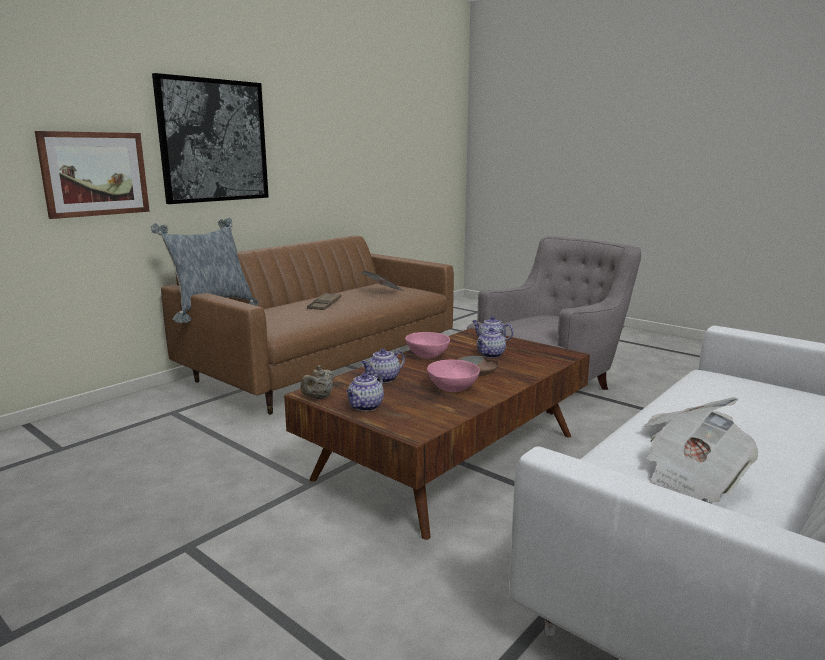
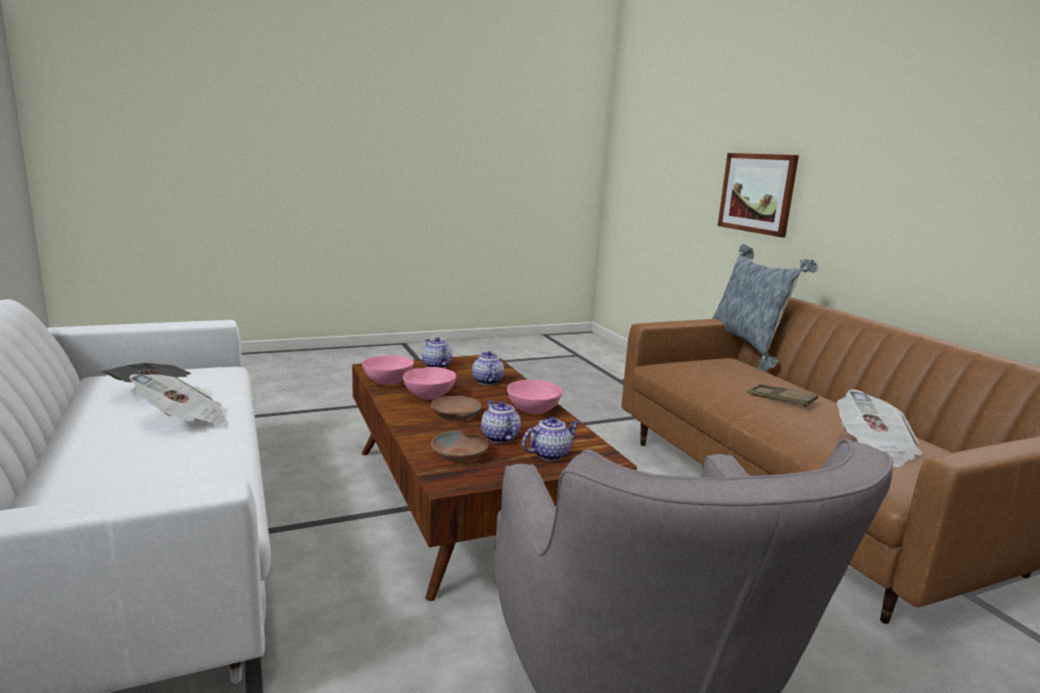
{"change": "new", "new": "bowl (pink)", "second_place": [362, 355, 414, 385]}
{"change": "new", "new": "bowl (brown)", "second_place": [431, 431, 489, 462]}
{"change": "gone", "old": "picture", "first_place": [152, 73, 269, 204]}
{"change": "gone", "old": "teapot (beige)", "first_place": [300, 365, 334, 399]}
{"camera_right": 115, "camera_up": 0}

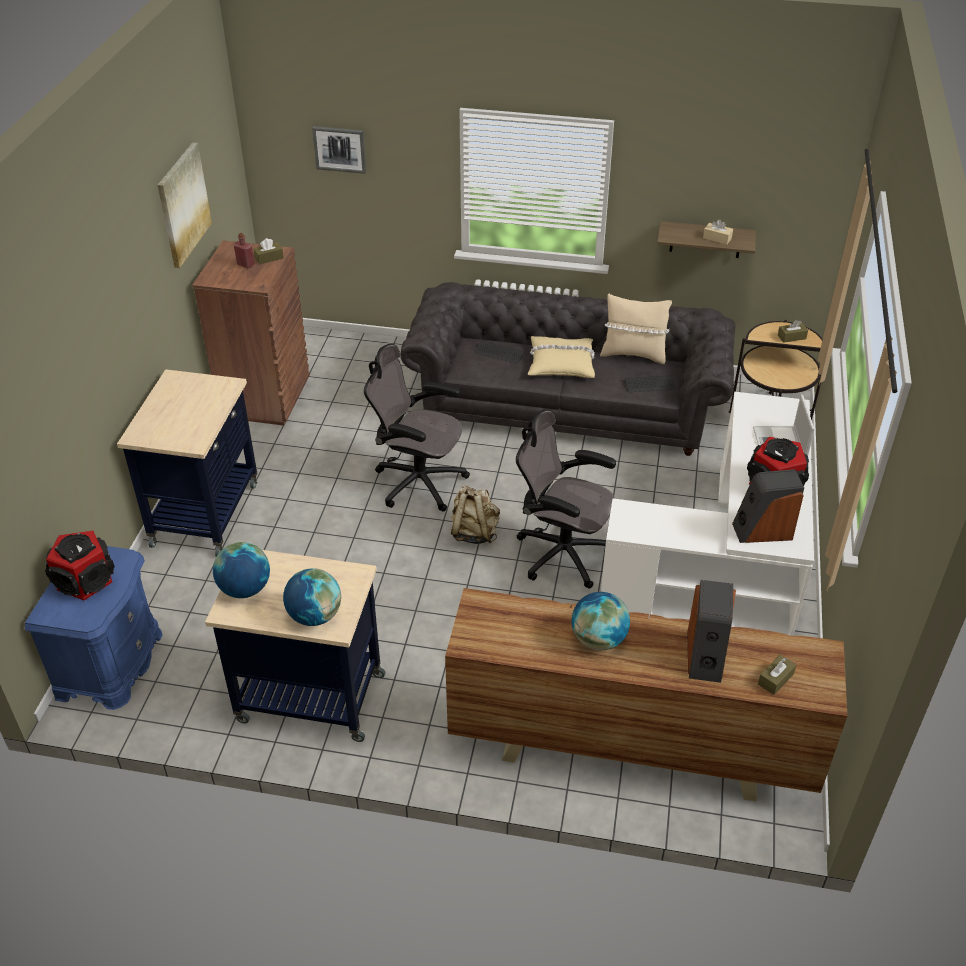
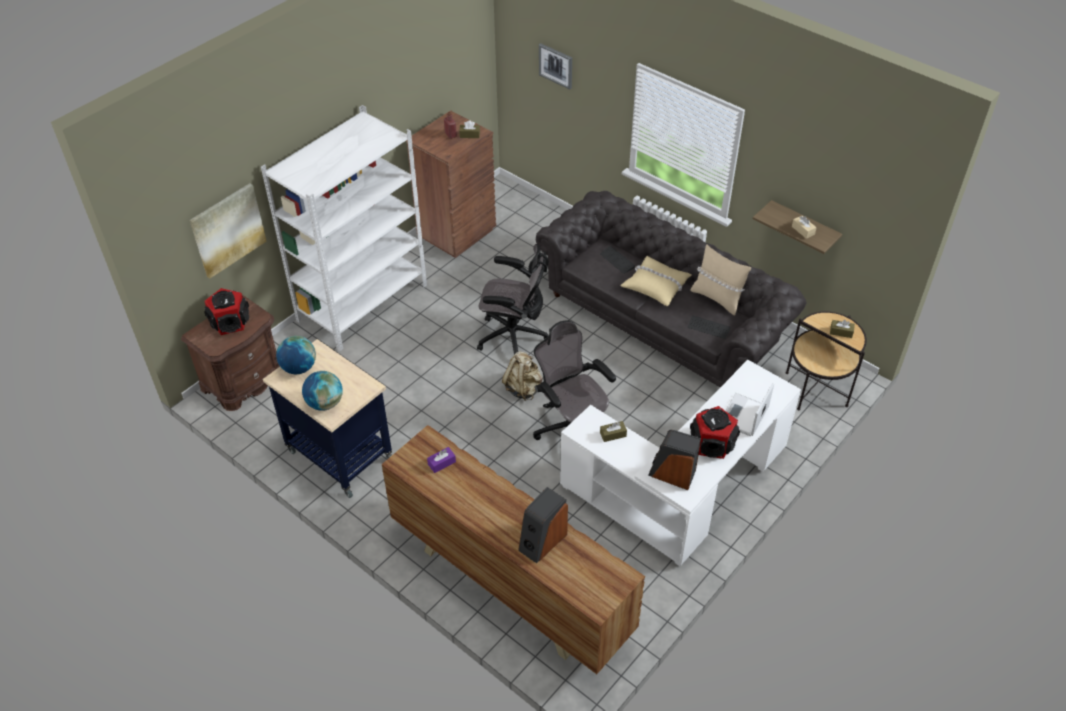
{"change": "repainted", "old": "nightstand (blue)", "new": "nightstand (brown)", "first_place": [25, 546, 163, 710], "second_place": [181, 295, 280, 411]}
{"change": "shifted", "old": "picture", "first_place": [158, 142, 212, 268], "second_place": [190, 183, 267, 279]}
{"change": "swapped", "old": "cart (blue)", "new": "bookcase (white)", "first_place": [117, 369, 258, 556], "second_place": [261, 105, 427, 351]}
{"change": "new", "new": "tissue box (purple)", "second_place": [427, 447, 456, 473]}
{"change": "rotated", "old": "office chair", "first_place": [364, 344, 470, 512], "second_place": [477, 244, 549, 354], "degrees": 135}
{"change": "shifted", "old": "tissue box (brown)", "first_place": [758, 654, 796, 695], "second_place": [600, 421, 627, 442]}
{"change": "gone", "old": "globe", "first_place": [572, 592, 630, 650]}
{"camera_right": 30, "camera_up": 5}

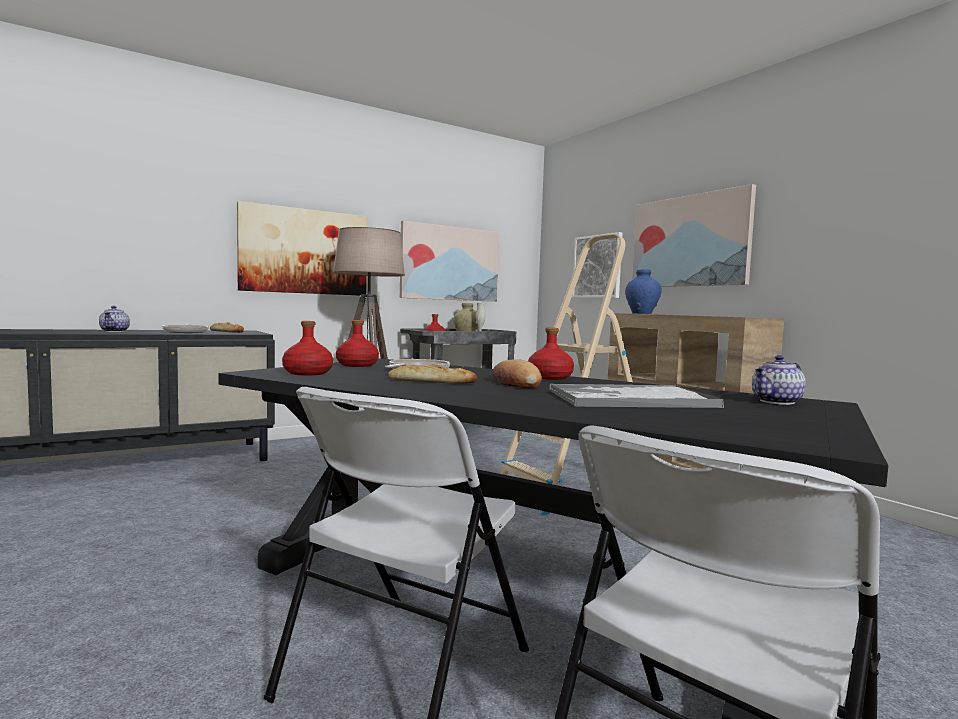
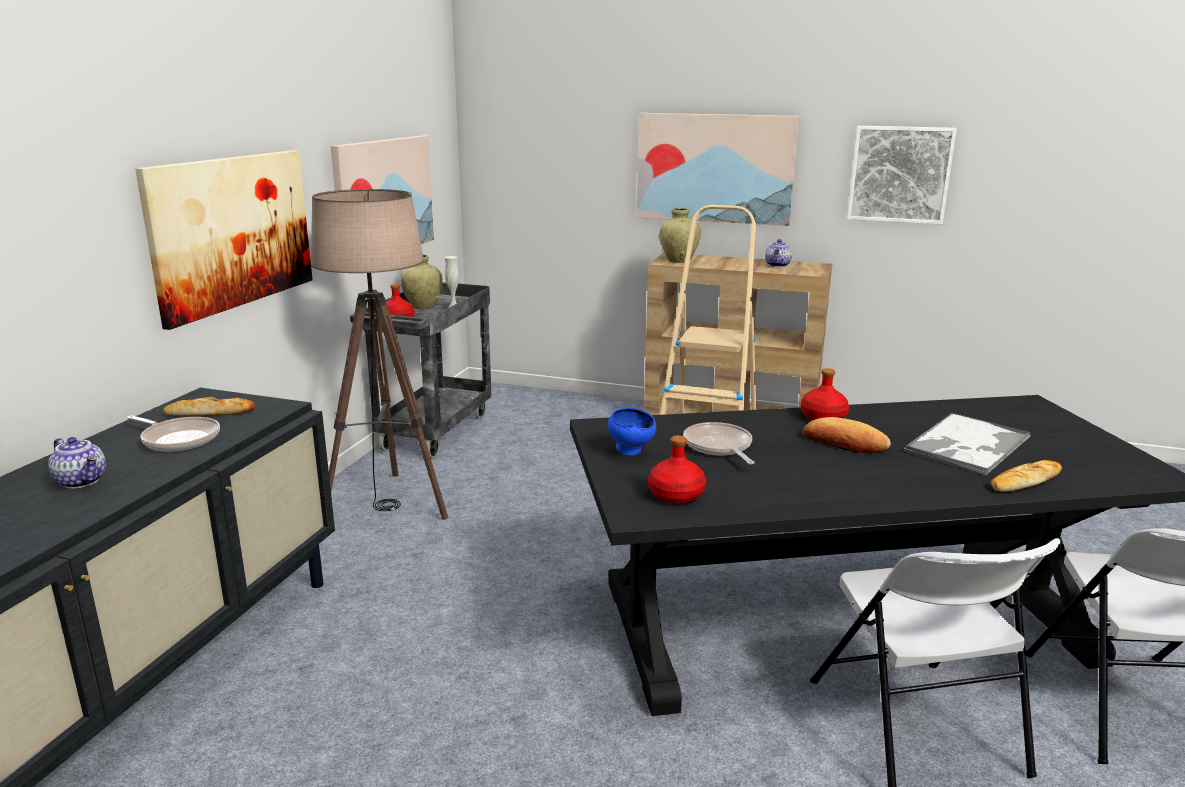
{"change": "swapped", "old": "bottle (red)", "new": "bowl (blue)", "first_place": [336, 320, 379, 367], "second_place": [608, 407, 656, 456]}
{"change": "repainted", "old": "vase (blue)", "new": "vase (beige)", "first_place": [625, 269, 662, 314], "second_place": [659, 208, 701, 263]}
{"change": "shifted", "old": "teapot", "first_place": [752, 355, 806, 405], "second_place": [765, 239, 792, 267]}
{"change": "shifted", "old": "picture", "first_place": [572, 232, 622, 298], "second_place": [847, 126, 957, 224]}
{"change": "shifted", "old": "bread", "first_place": [388, 364, 477, 384], "second_place": [991, 460, 1062, 492]}
{"camera_right": -40, "camera_up": 15}

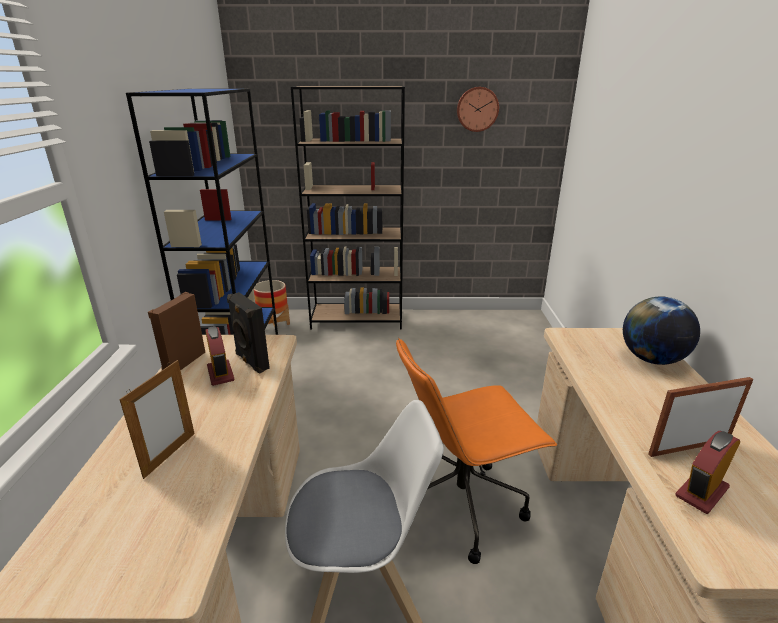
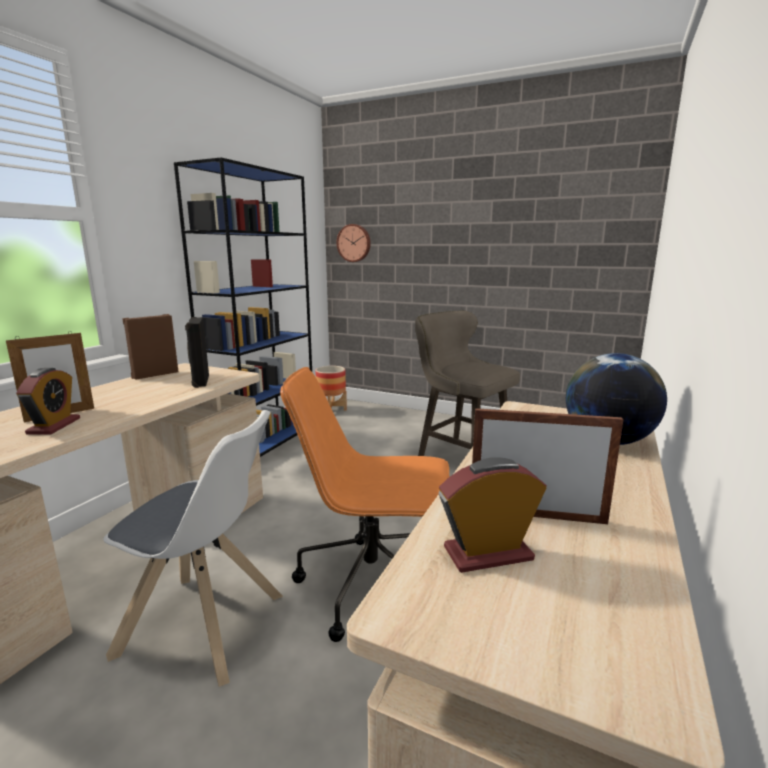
{"change": "shifted", "old": "alarm clock", "first_place": [205, 326, 235, 386], "second_place": [16, 368, 80, 434]}
{"change": "shifted", "old": "wall clock", "first_place": [457, 87, 499, 132], "second_place": [336, 224, 371, 262]}
{"change": "new", "new": "stool (beige)", "second_place": [415, 311, 520, 456]}
{"change": "gone", "old": "bookcase (beige)", "first_place": [291, 86, 405, 330]}
{"camera_right": 25, "camera_up": -10}

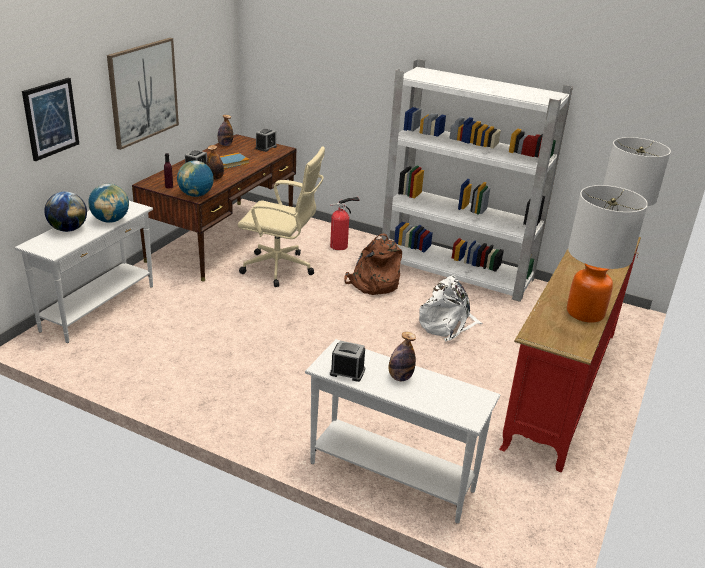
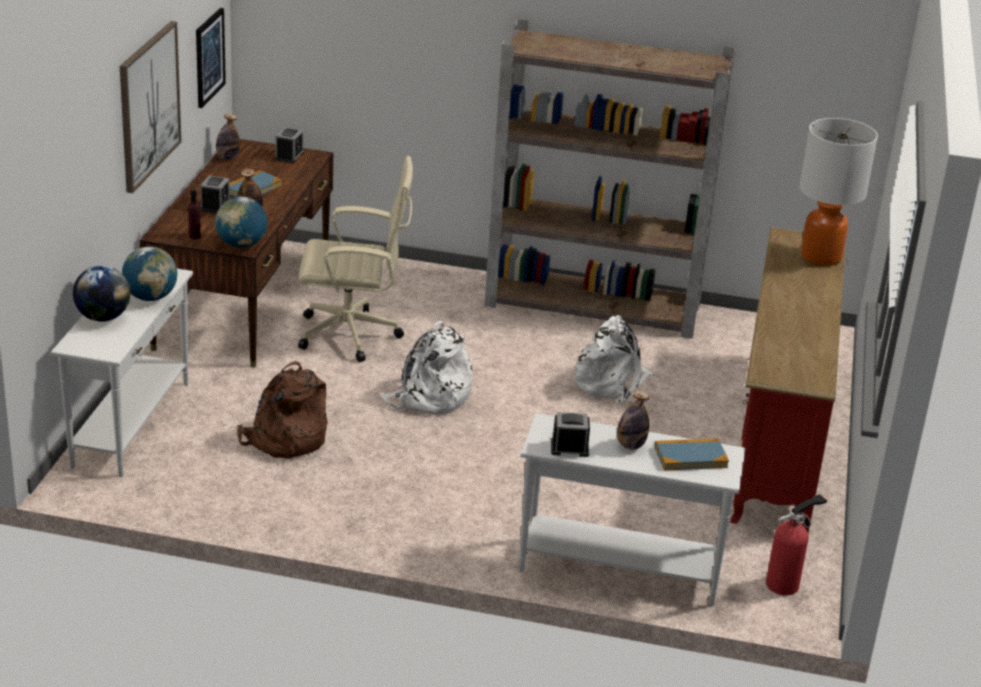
{"change": "shifted", "old": "picture", "first_place": [22, 78, 79, 161], "second_place": [196, 8, 226, 108]}
{"change": "shifted", "old": "backpack (brown)", "first_place": [344, 234, 402, 295], "second_place": [237, 361, 328, 459]}
{"change": "new", "new": "backpack (white)", "second_place": [379, 321, 472, 415]}
{"change": "repainted", "old": "bookcase (white)", "new": "bookcase (brown)", "first_place": [382, 59, 573, 302], "second_place": [485, 19, 736, 339]}
{"change": "new", "new": "book", "second_place": [655, 438, 729, 471]}
{"change": "shifted", "old": "fire extinguisher", "first_place": [330, 197, 360, 250], "second_place": [766, 494, 827, 595]}
{"change": "gone", "old": "table lamp", "first_place": [567, 185, 648, 323]}
{"camera_right": -15, "camera_up": 0}

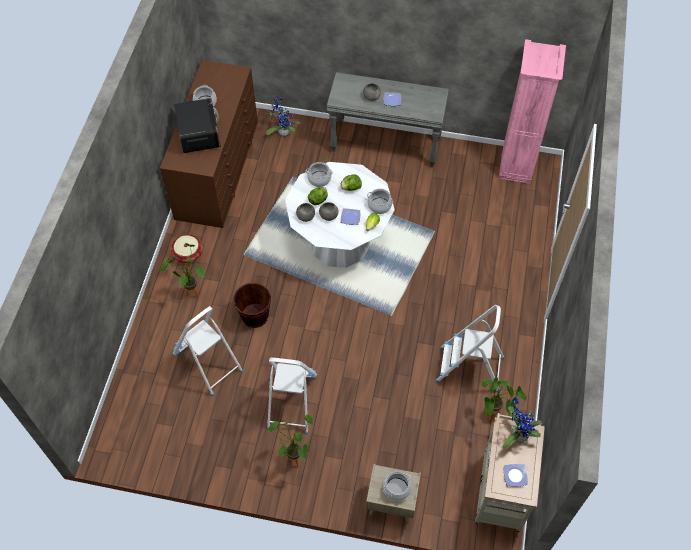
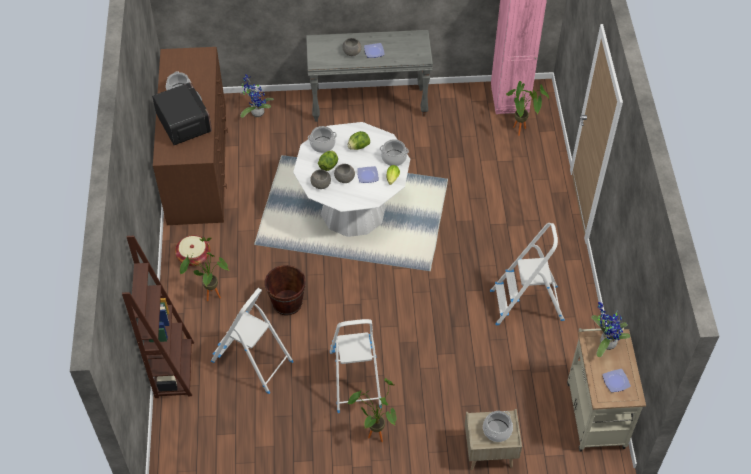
{"change": "new", "new": "bookcase (brown)", "second_place": [122, 236, 194, 398]}
{"change": "shifted", "old": "potted plant", "first_place": [481, 377, 526, 420], "second_place": [506, 81, 549, 136]}
{"camera_right": -15, "camera_up": -5}

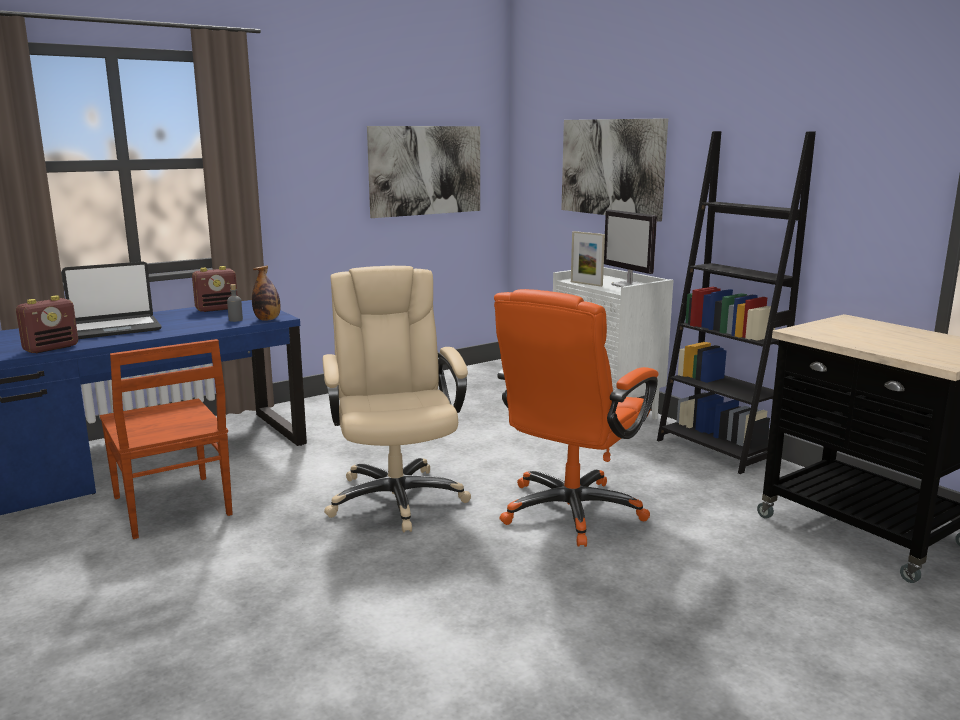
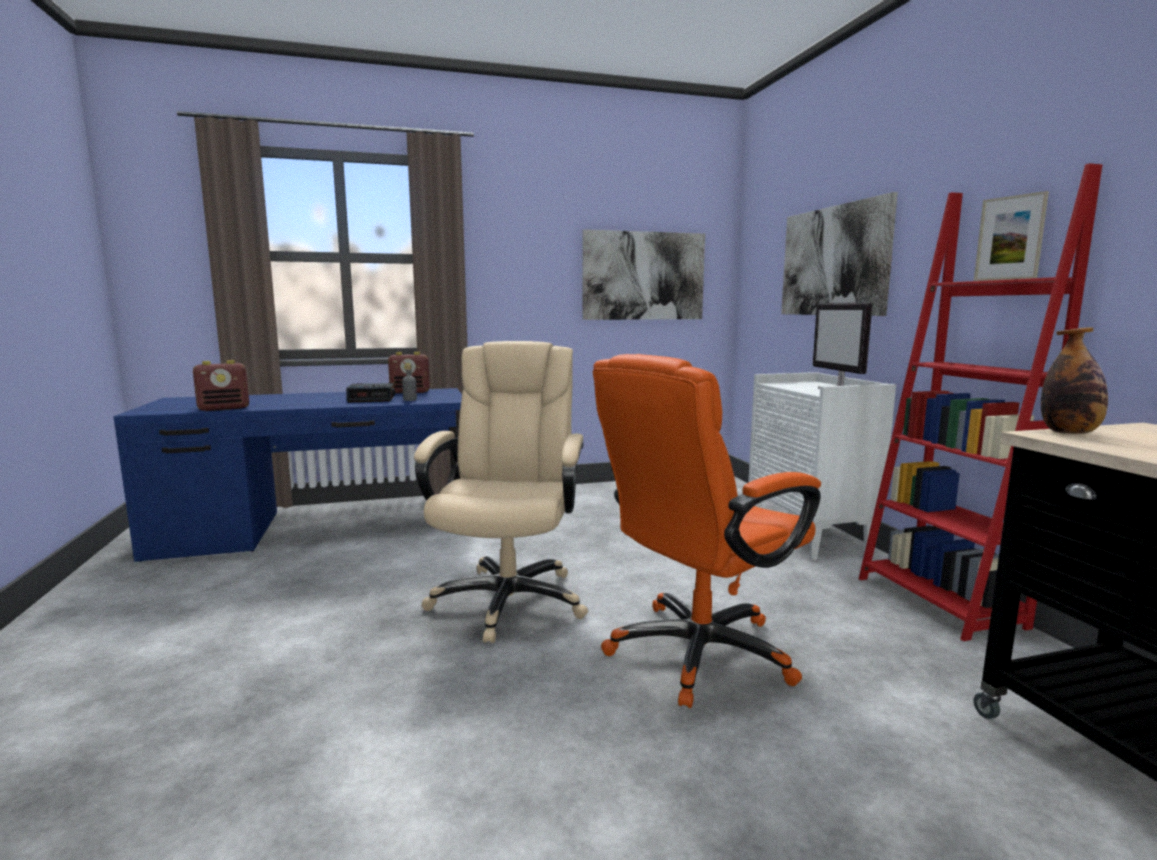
{"change": "new", "new": "alarm clock", "second_place": [346, 383, 395, 402]}
{"change": "repainted", "old": "bookcase (black)", "new": "bookcase (red)", "first_place": [657, 131, 816, 474], "second_place": [859, 163, 1102, 641]}
{"change": "shifted", "old": "picture frame", "first_place": [571, 231, 605, 287], "second_place": [974, 191, 1049, 281]}
{"change": "shifted", "old": "bottle", "first_place": [252, 266, 281, 321], "second_place": [1041, 327, 1108, 434]}
{"change": "gone", "old": "laptop", "first_place": [62, 262, 162, 339]}
{"change": "gone", "old": "chair (brown)", "first_place": [100, 339, 233, 539]}
{"camera_right": 20, "camera_up": -5}

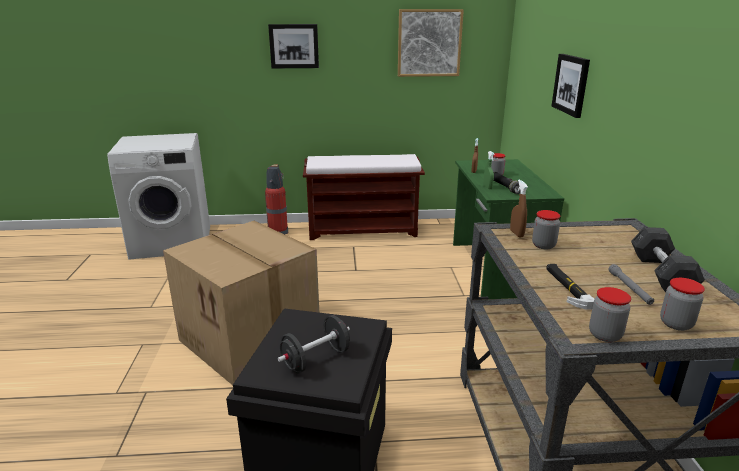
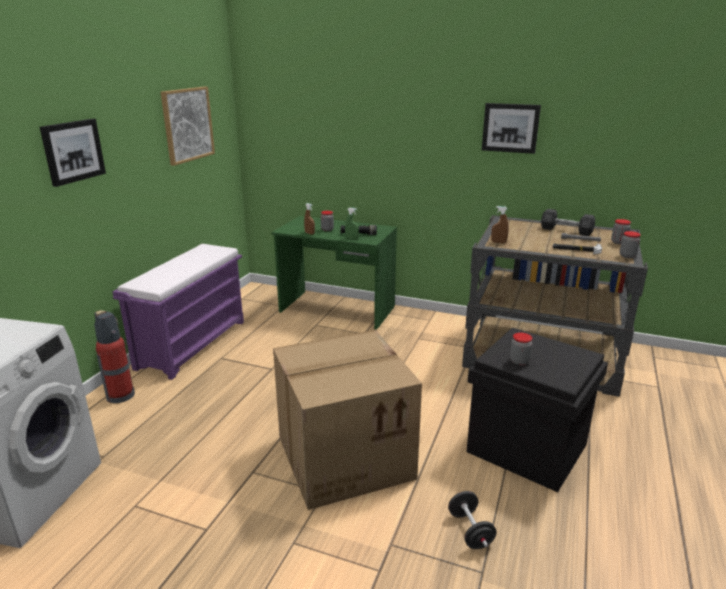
{"change": "repainted", "old": "bench (brown)", "new": "bench (purple)", "first_place": [303, 154, 425, 240], "second_place": [113, 244, 244, 380]}
{"change": "shifted", "old": "dumbbell (black)", "first_place": [278, 315, 350, 374], "second_place": [448, 491, 496, 549]}
{"change": "shifted", "old": "picture", "first_place": [552, 54, 590, 118], "second_place": [482, 103, 541, 154]}
{"change": "shifted", "old": "jar", "first_place": [532, 210, 560, 249], "second_place": [510, 333, 532, 366]}
{"camera_right": -65, "camera_up": 0}

